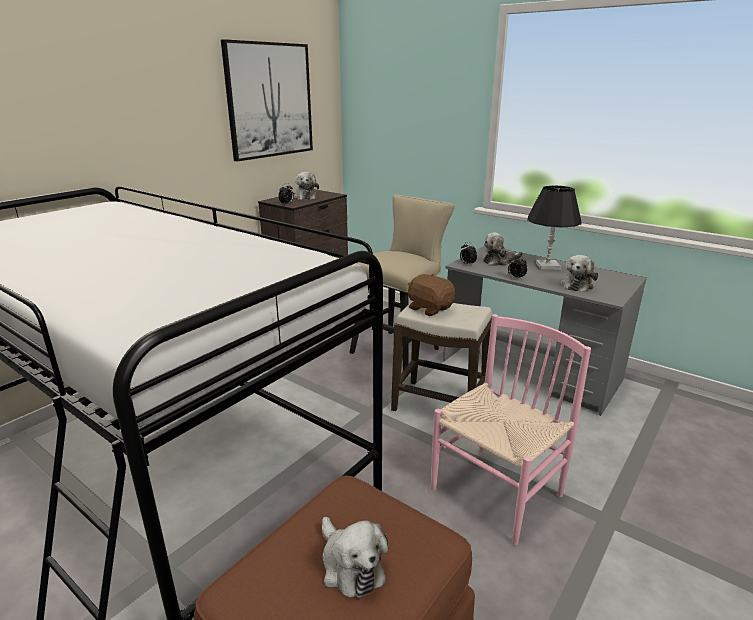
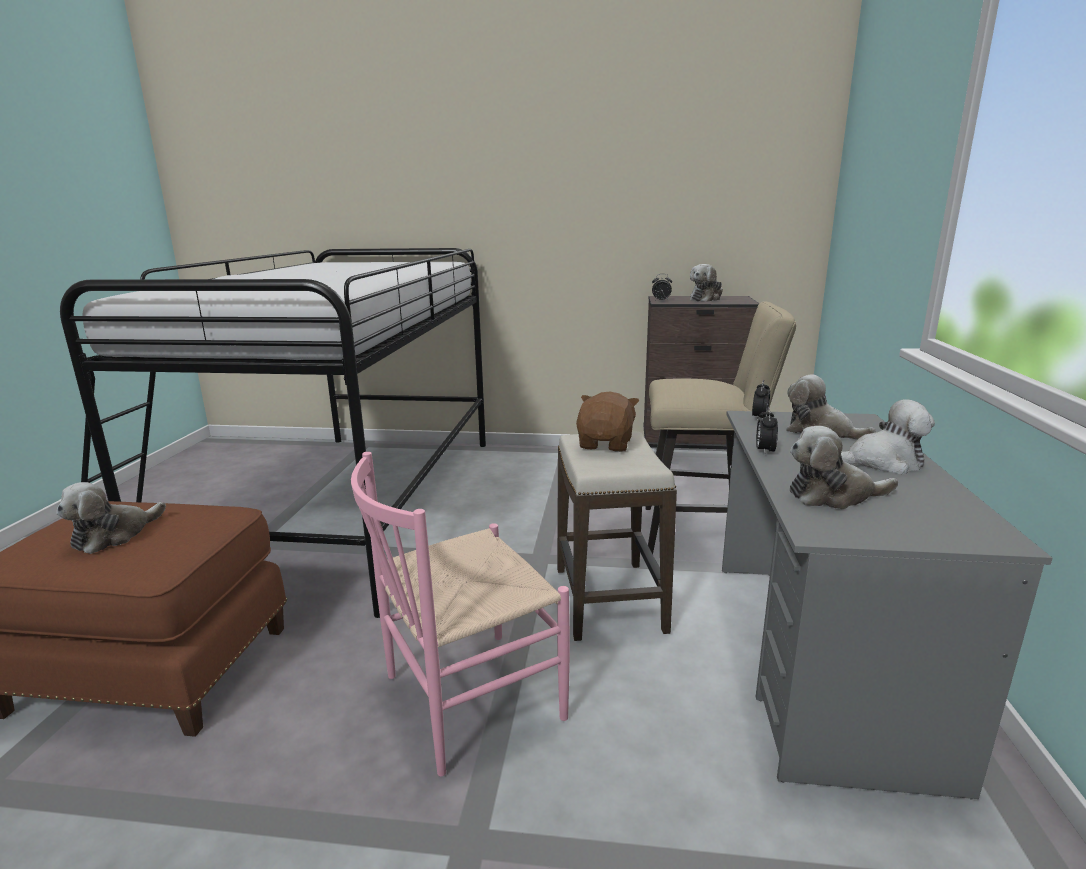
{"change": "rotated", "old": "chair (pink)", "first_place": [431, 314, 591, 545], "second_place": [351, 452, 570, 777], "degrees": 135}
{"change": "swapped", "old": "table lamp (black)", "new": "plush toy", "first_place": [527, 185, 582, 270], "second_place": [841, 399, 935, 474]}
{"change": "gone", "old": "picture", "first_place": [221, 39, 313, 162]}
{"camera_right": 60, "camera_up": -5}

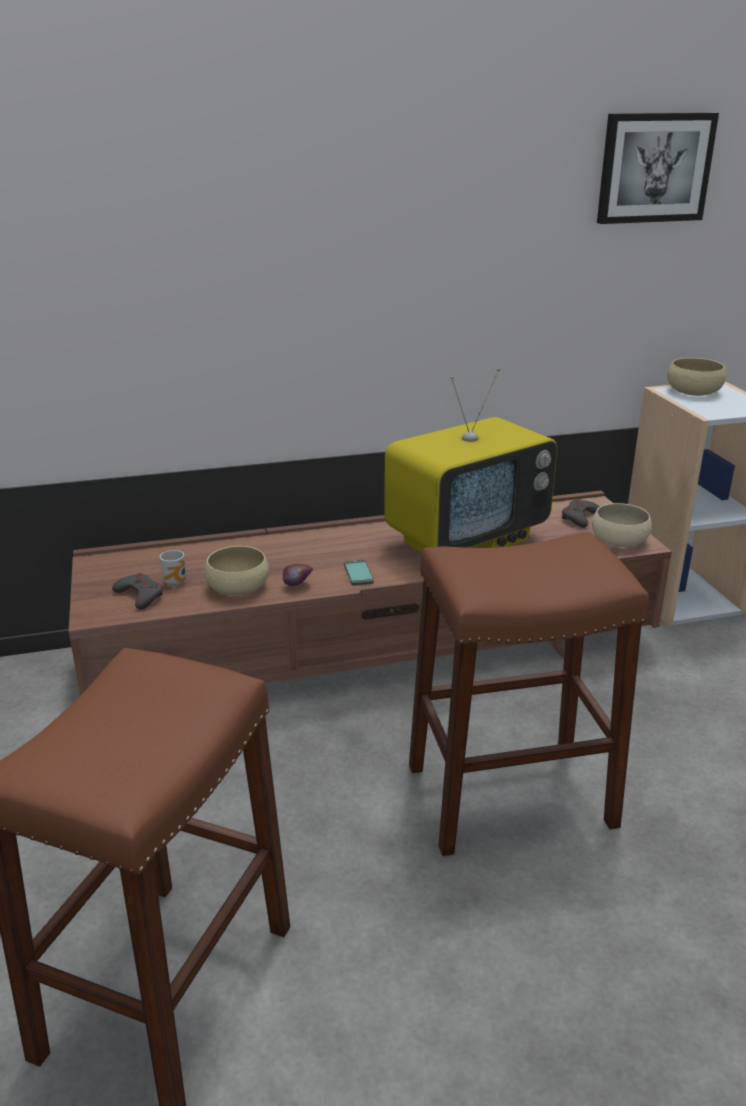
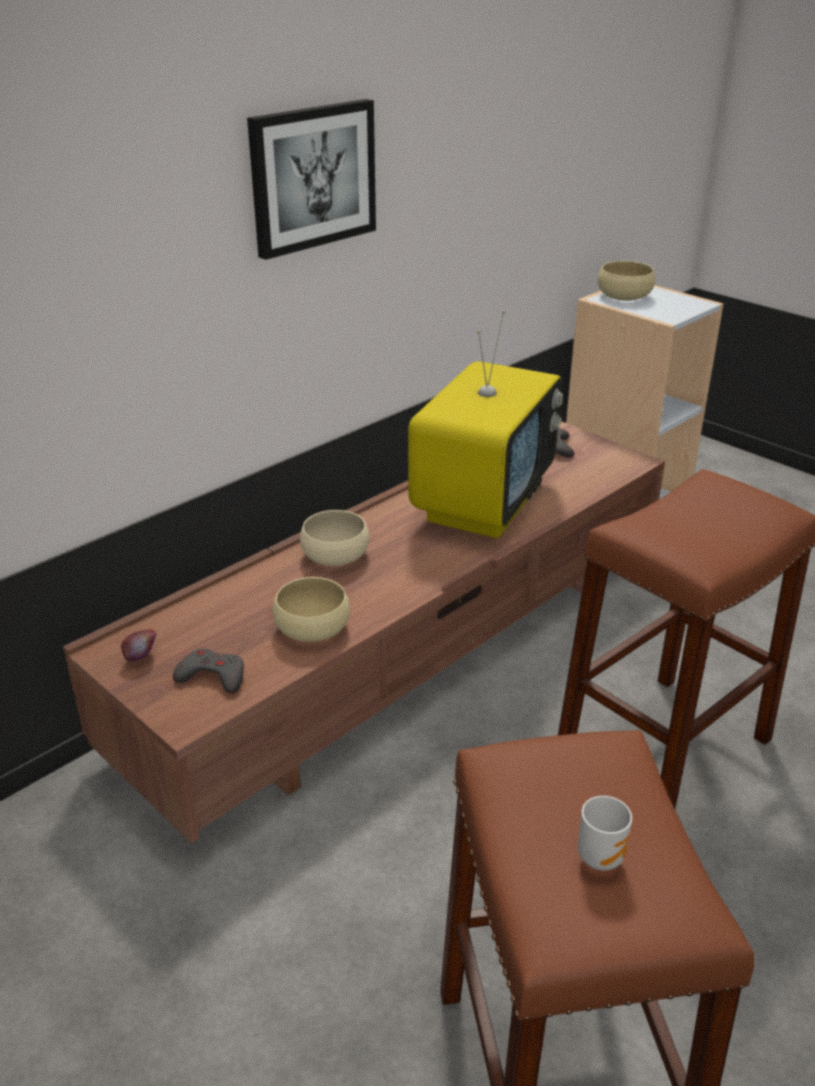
{"change": "shifted", "old": "apple", "first_place": [283, 564, 313, 586], "second_place": [121, 629, 156, 661]}
{"change": "shifted", "old": "picture", "first_place": [597, 113, 719, 224], "second_place": [247, 99, 376, 260]}
{"change": "shifted", "old": "bowl (beige)", "first_place": [592, 503, 652, 547], "second_place": [300, 510, 369, 566]}
{"change": "shifted", "old": "mug", "first_place": [160, 550, 186, 586], "second_place": [578, 796, 632, 871]}
{"change": "gone", "old": "phone", "first_place": [344, 559, 374, 586]}
{"camera_right": -30, "camera_up": 5}

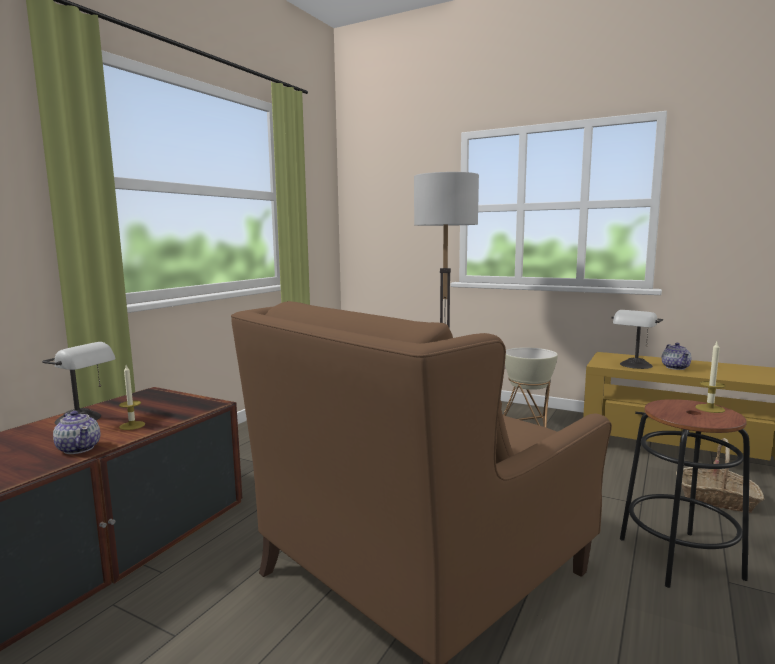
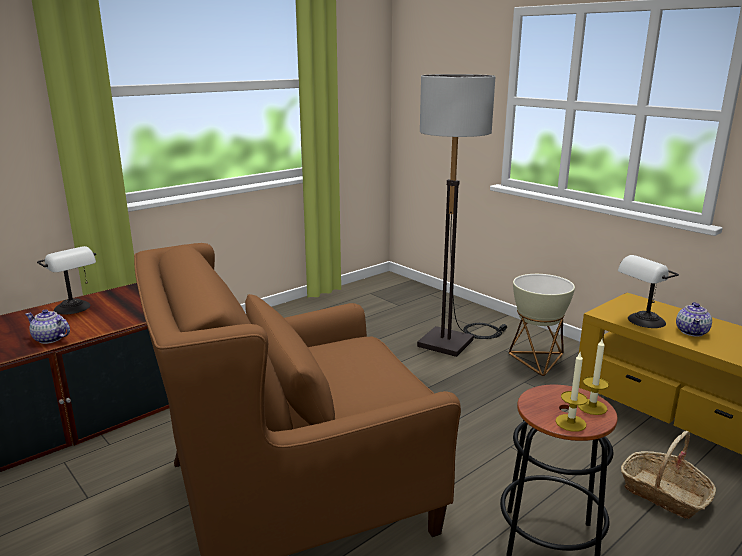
{"change": "rotated", "old": "teapot", "first_place": [53, 411, 100, 454], "second_place": [25, 309, 70, 344], "degrees": 135}
{"change": "shifted", "old": "candle", "first_place": [119, 365, 145, 430], "second_place": [555, 353, 588, 432]}
{"camera_right": 20, "camera_up": 10}

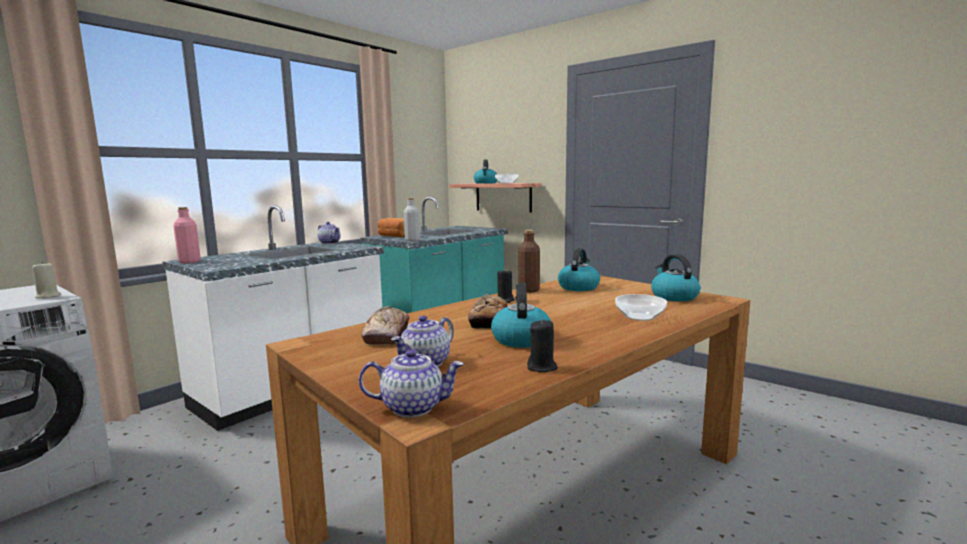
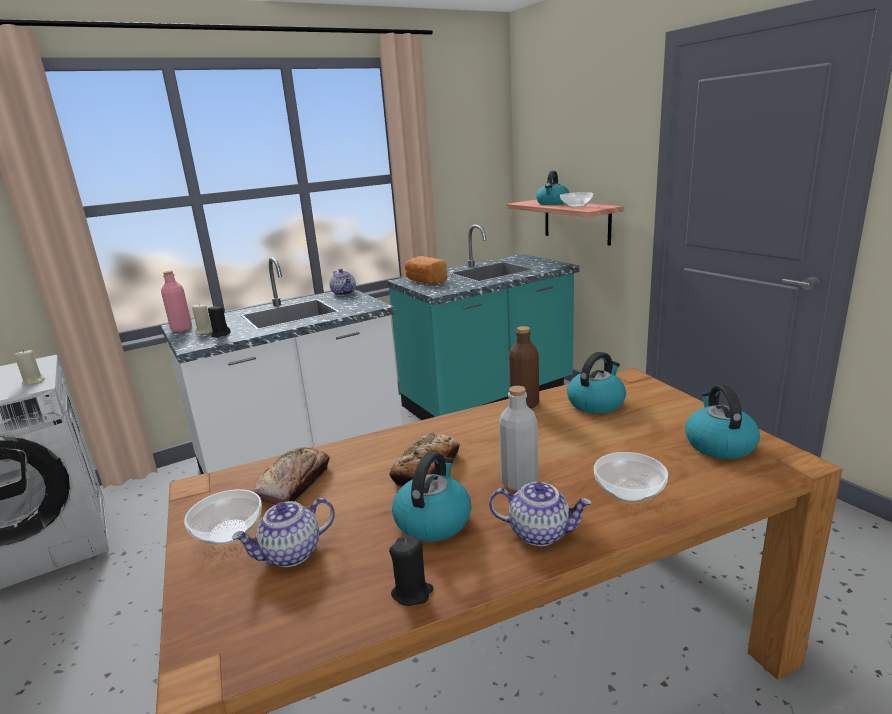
{"change": "new", "new": "bowl", "second_place": [184, 489, 262, 545]}
{"change": "new", "new": "candle (beige)", "second_place": [192, 303, 212, 335]}
{"change": "shifted", "old": "candle (black)", "first_place": [497, 271, 515, 303], "second_place": [208, 305, 231, 338]}
{"change": "shifted", "old": "teapot", "first_place": [359, 349, 464, 417], "second_place": [489, 482, 592, 546]}
{"change": "shifted", "old": "bottle (grey)", "first_place": [404, 198, 420, 241], "second_place": [499, 386, 538, 491]}
{"camera_right": 20, "camera_up": 10}

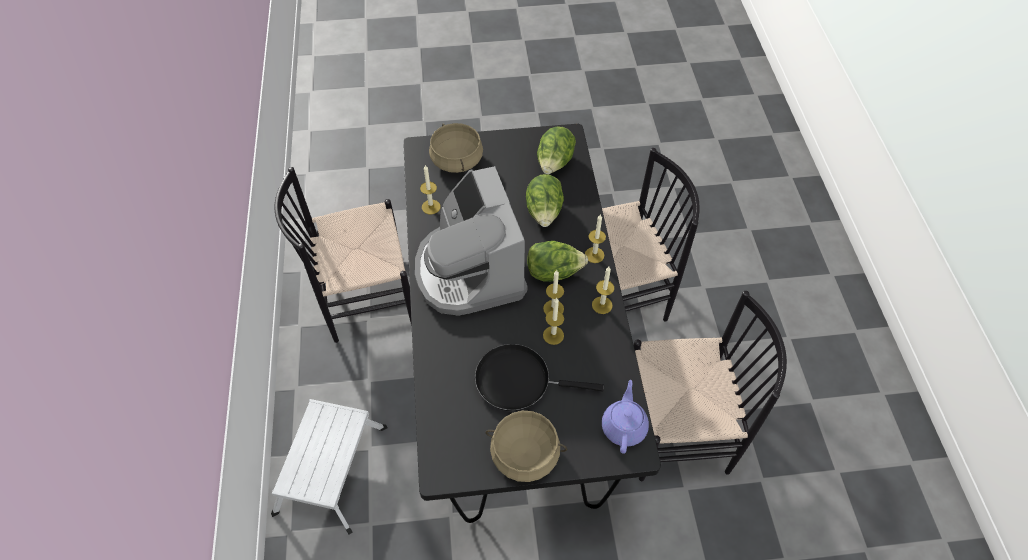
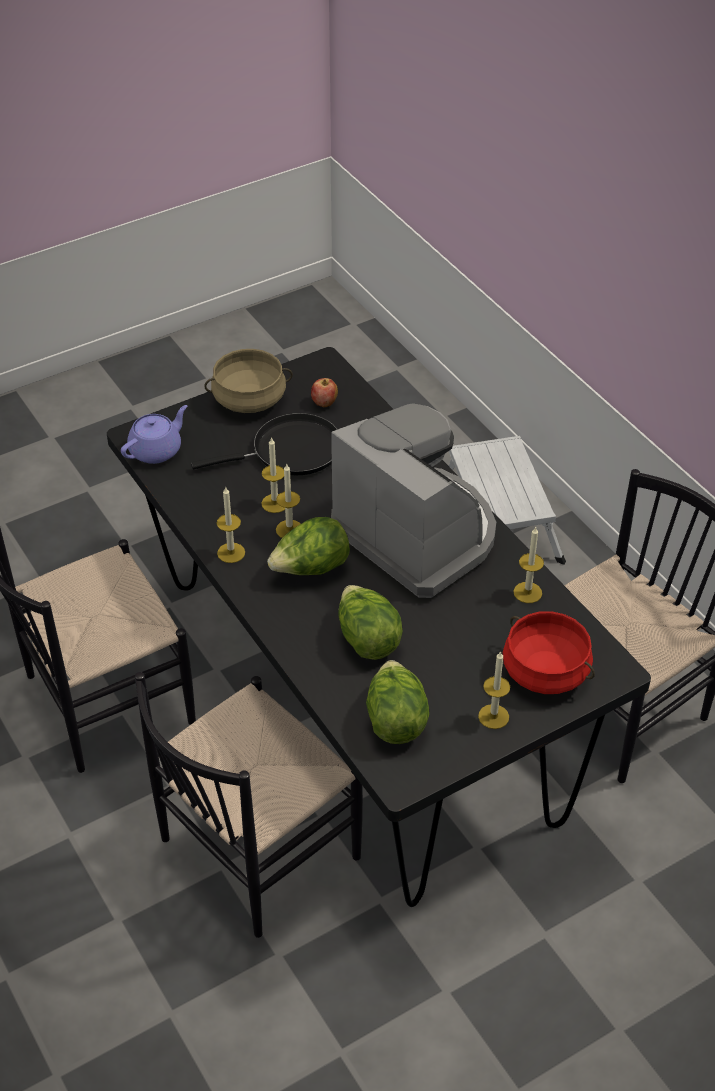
{"change": "rotated", "old": "teapot (purple)", "first_place": [602, 380, 649, 454], "second_place": [121, 405, 187, 464], "degrees": -120}
{"change": "new", "new": "apple", "second_place": [311, 378, 338, 407]}
{"change": "shifted", "old": "candle", "first_place": [585, 214, 606, 263], "second_place": [478, 651, 510, 729]}
{"change": "repainted", "old": "cooking pot (beige)", "new": "cooking pot (red)", "first_place": [429, 123, 483, 173], "second_place": [503, 611, 595, 694]}
{"camera_right": 155, "camera_up": -10}

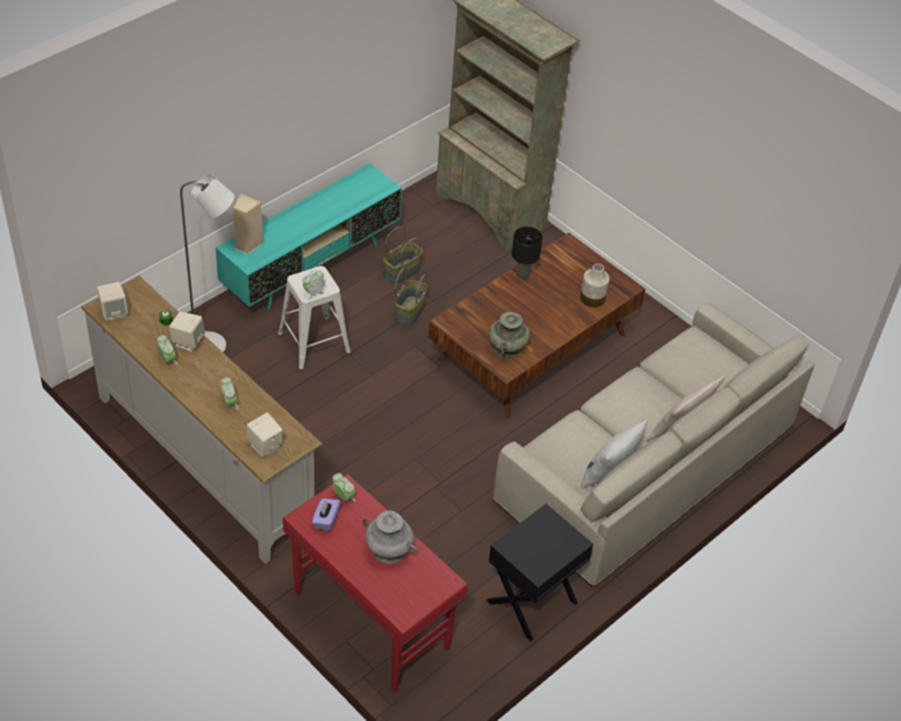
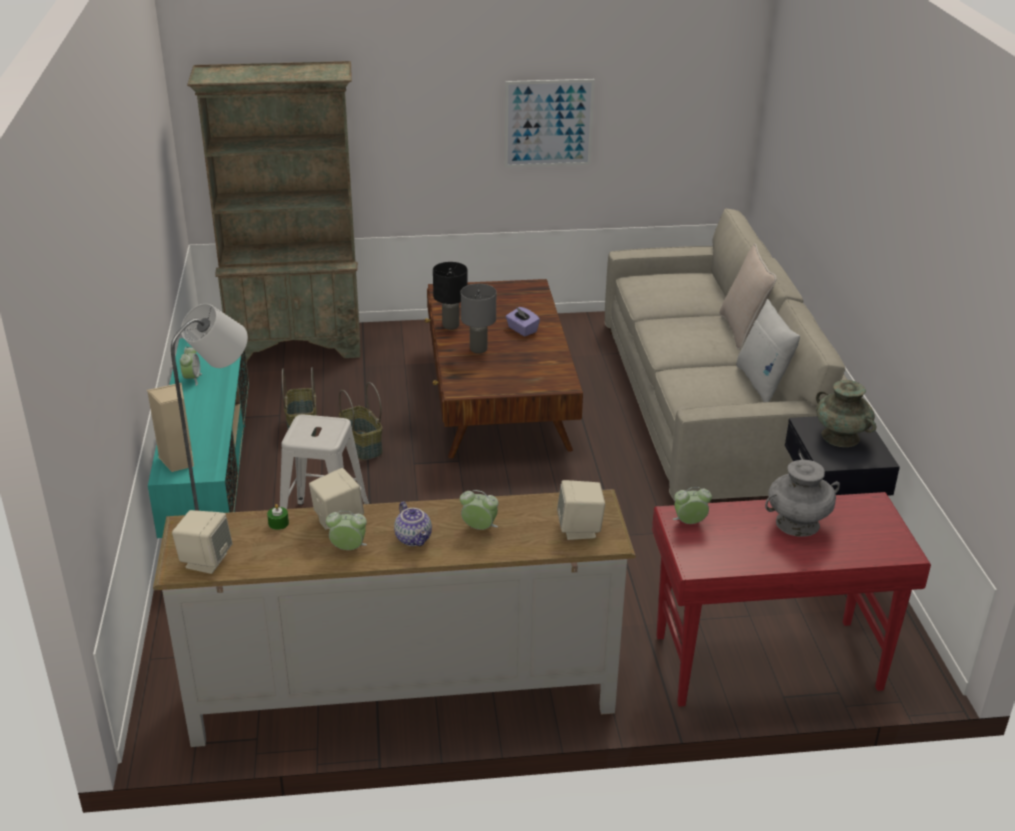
{"change": "shifted", "old": "alarm clock", "first_place": [302, 270, 325, 300], "second_place": [180, 346, 202, 386]}
{"change": "new", "new": "teapot", "second_place": [394, 501, 432, 546]}
{"change": "new", "new": "table lamp (grey)", "second_place": [461, 284, 496, 354]}
{"change": "new", "new": "picture", "second_place": [505, 79, 595, 167]}
{"change": "shifted", "old": "tissue box (purple)", "first_place": [312, 498, 340, 532], "second_place": [506, 307, 540, 336]}
{"change": "shifted", "old": "vase (turquoise)", "first_place": [489, 312, 530, 359], "second_place": [816, 380, 876, 447]}
{"change": "gone", "old": "vase (beige)", "first_place": [580, 264, 610, 307]}
{"camera_right": -50, "camera_up": -15}

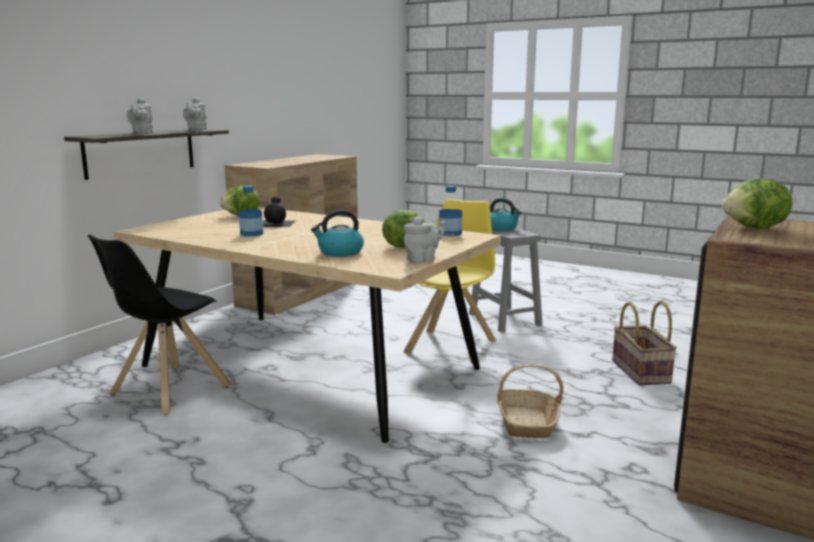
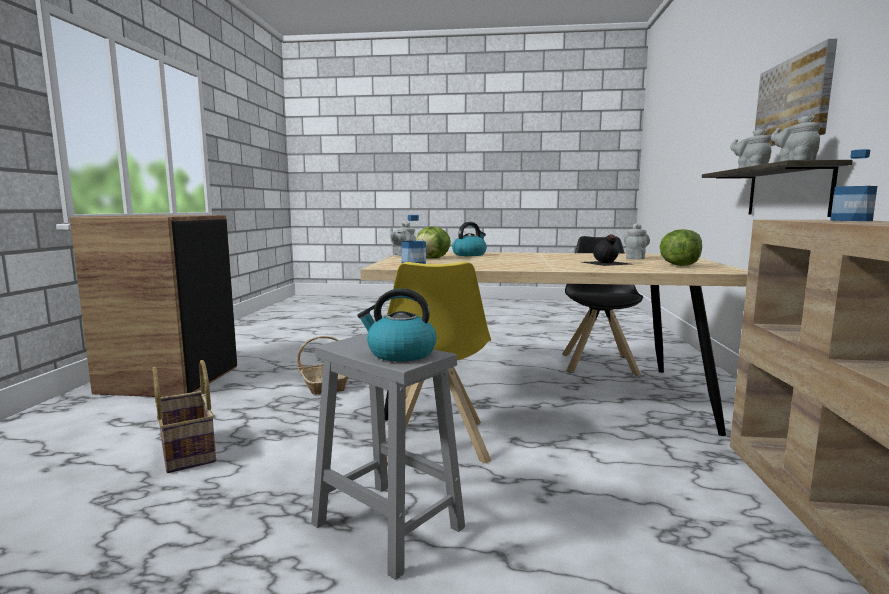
{"change": "new", "new": "teapot (grey)", "second_place": [624, 223, 650, 259]}
{"change": "new", "new": "picture", "second_place": [755, 39, 837, 146]}
{"change": "shifted", "old": "bottle", "first_place": [238, 186, 264, 236], "second_place": [830, 149, 877, 221]}
{"change": "gone", "old": "lettuce", "first_place": [722, 178, 792, 229]}
{"camera_right": 155, "camera_up": -5}

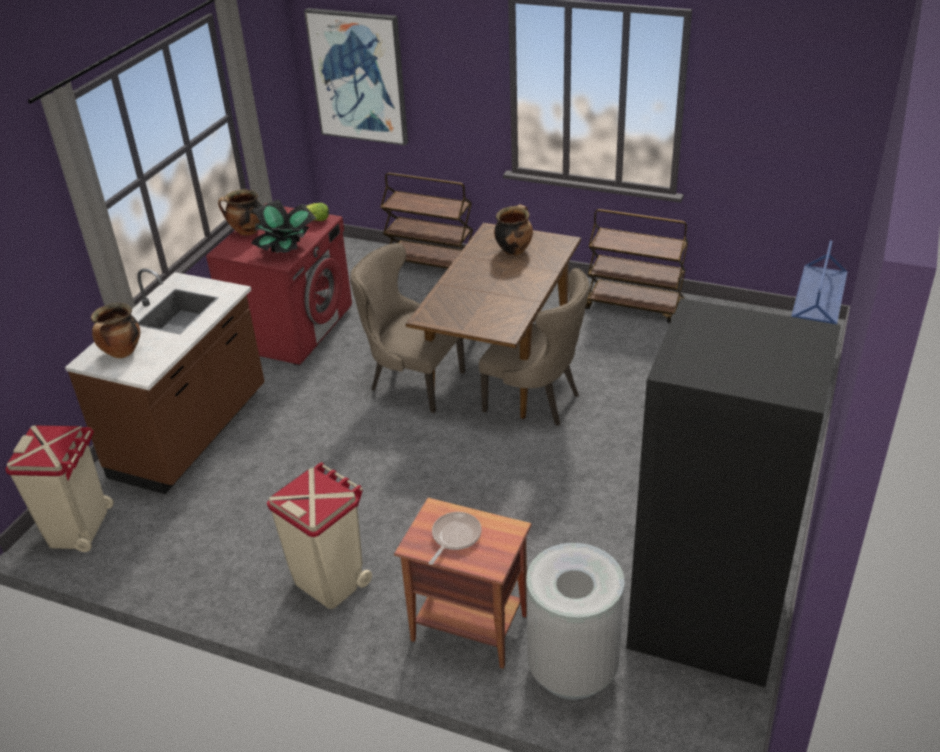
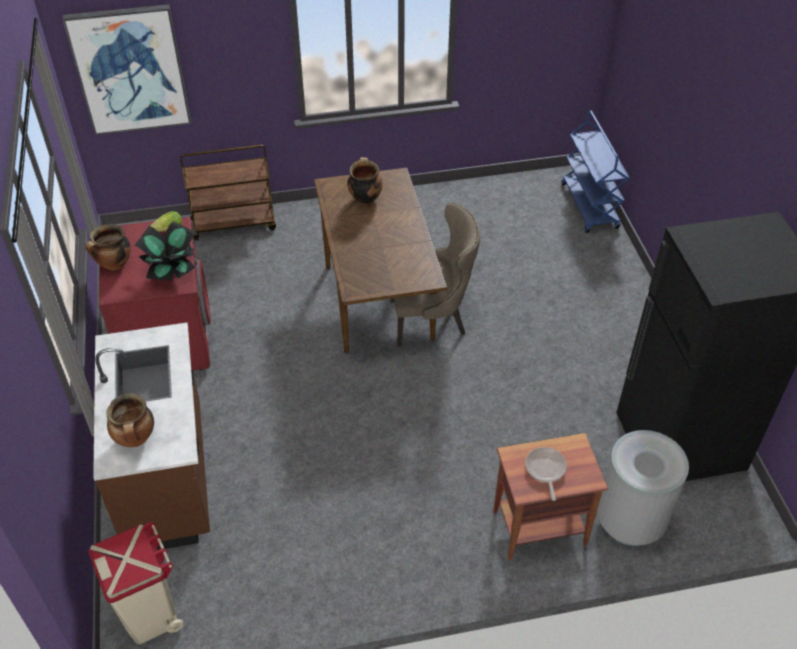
{"change": "gone", "old": "trash can (beige)", "first_place": [267, 462, 372, 609]}
{"change": "gone", "old": "chair (beige)", "first_place": [350, 243, 465, 413]}
{"change": "gone", "old": "cart (brown)", "first_place": [585, 209, 688, 324]}
{"camera_right": -35, "camera_up": 10}

